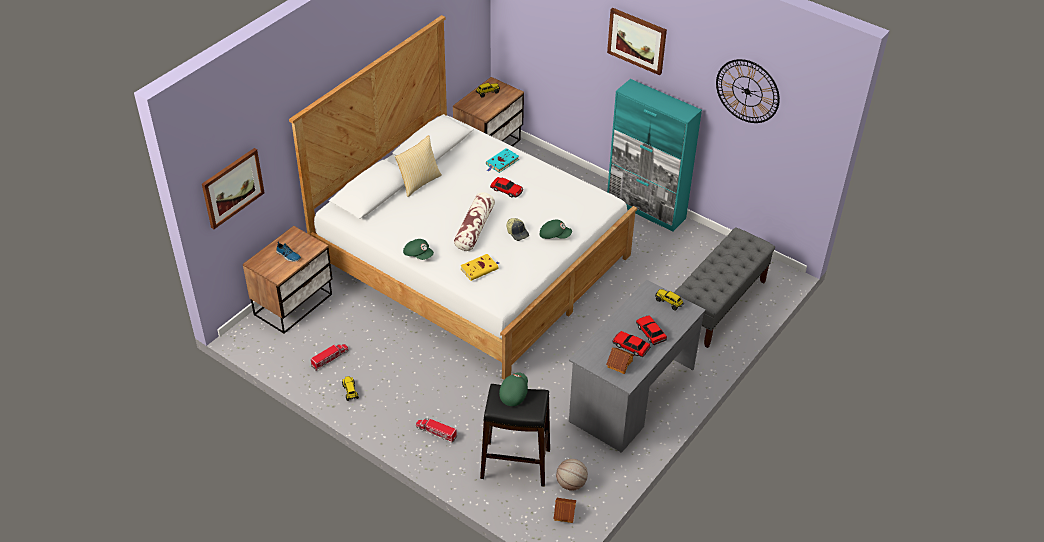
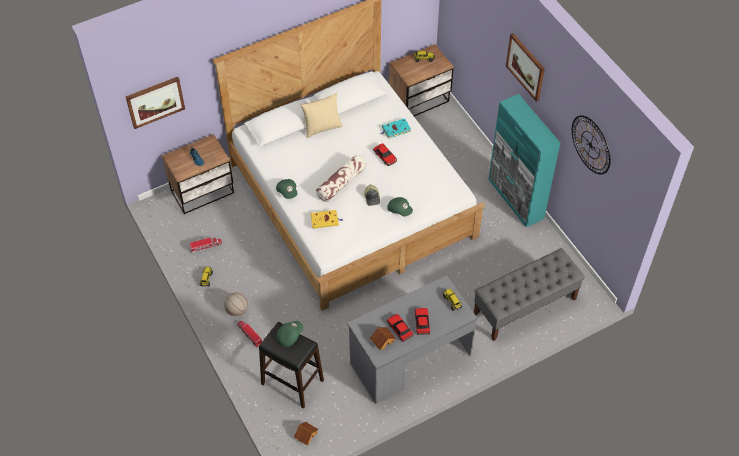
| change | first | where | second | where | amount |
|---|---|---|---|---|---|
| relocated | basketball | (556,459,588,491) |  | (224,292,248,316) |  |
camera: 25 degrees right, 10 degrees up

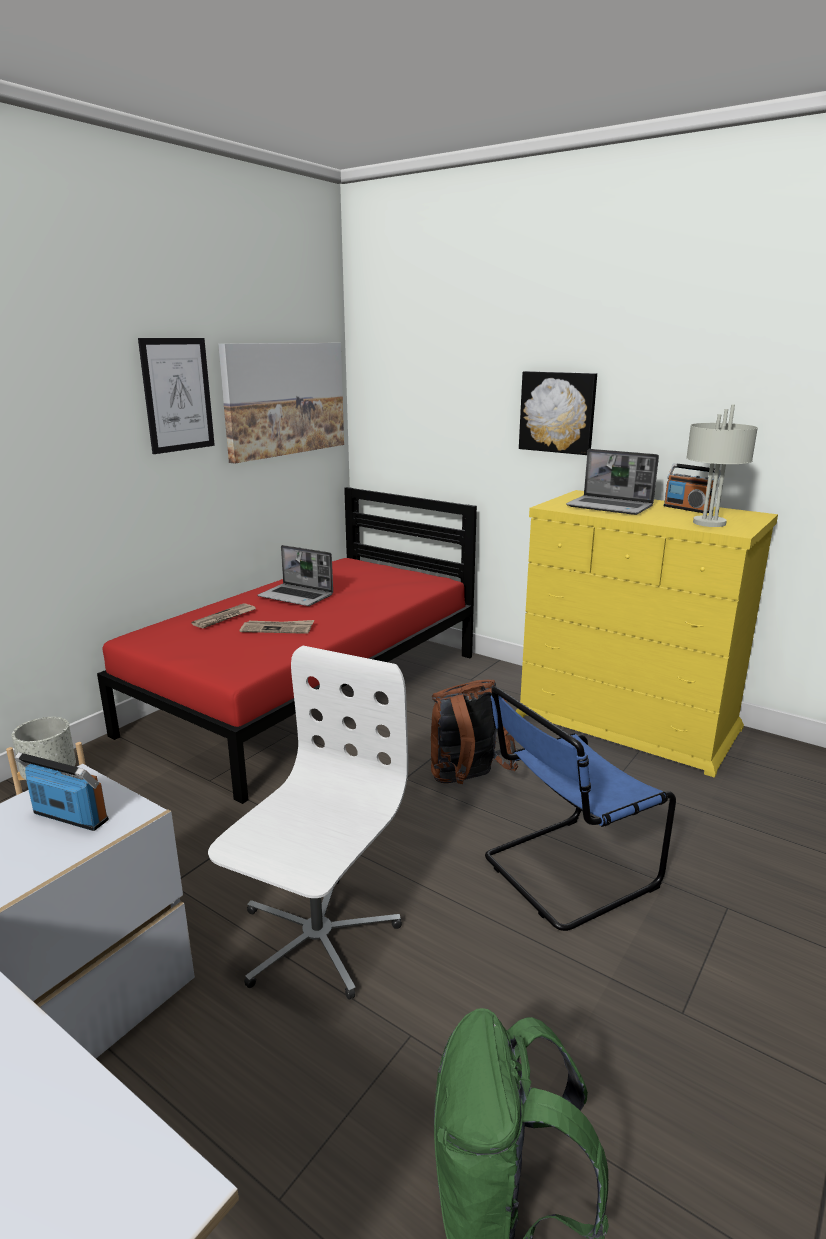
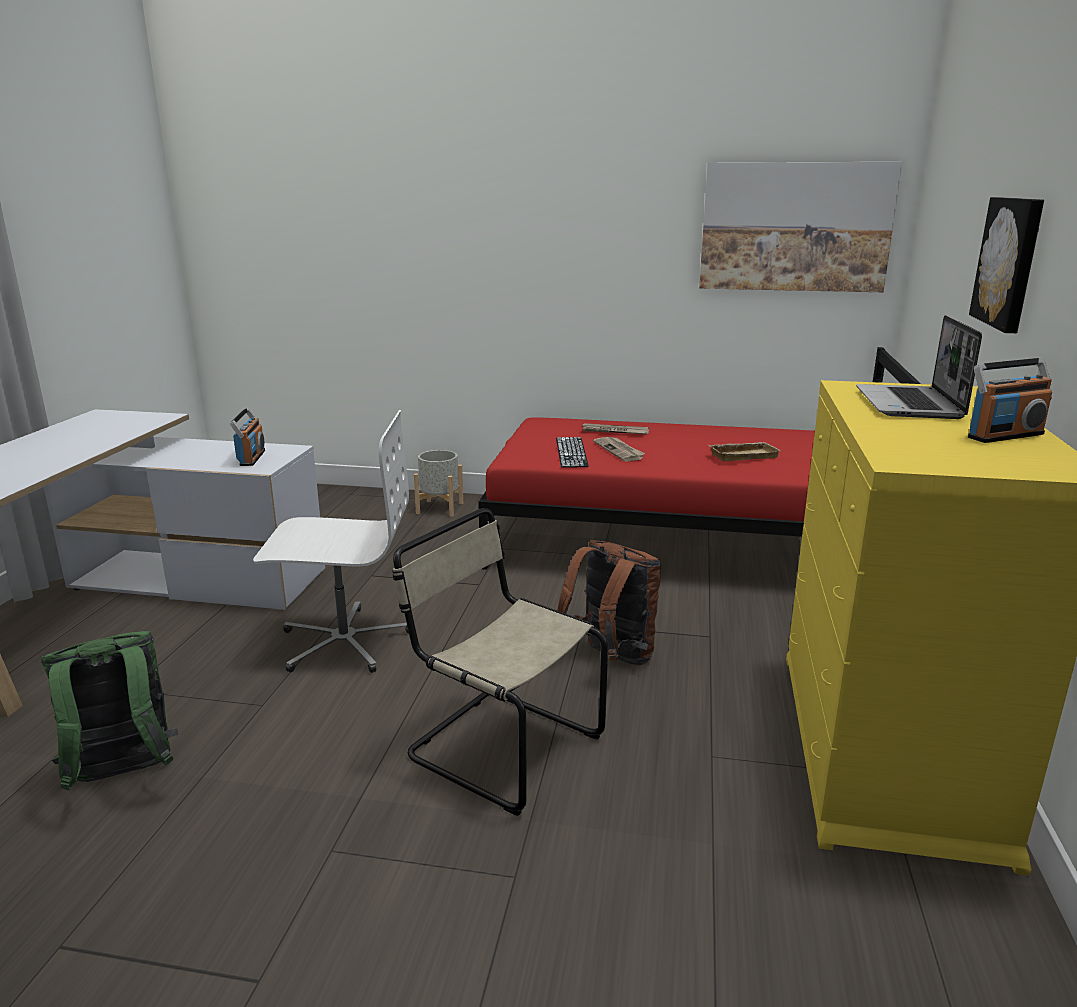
| change | first | where | second | where | amount |
|---|---|---|---|---|---|
| colour | blue chair | (485,686,676,931) | beige chair | (392,508,608,816) |  |
| appeared |  |  | keyboard | (556,437,589,468) |  |
| appeared |  |  | beige tray | (709,442,781,461) |  |
| spun | radio | (664,463,721,513) |  | (968,358,1052,443) | 135 degrees counterclockwise |
| missing | picture | (138,338,215,454) |  |  |  |
| missing | laptop | (258,545,333,606) |  |  |  |
| missing | grey table lamp | (686,404,758,527) |  |  |  |
camera: 65 degrees right, 0 degrees up

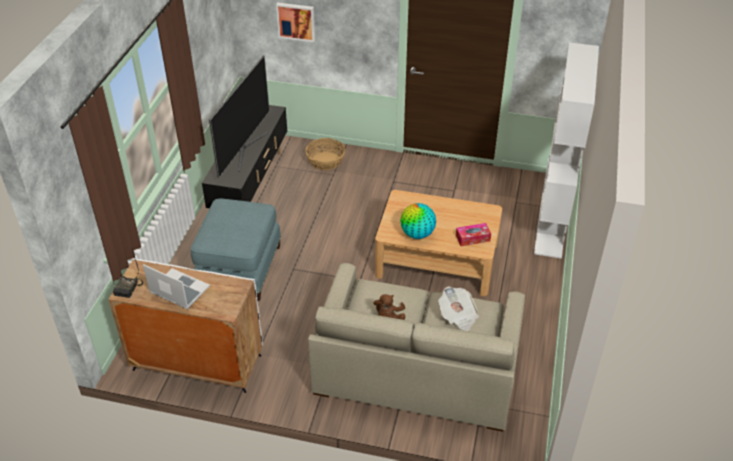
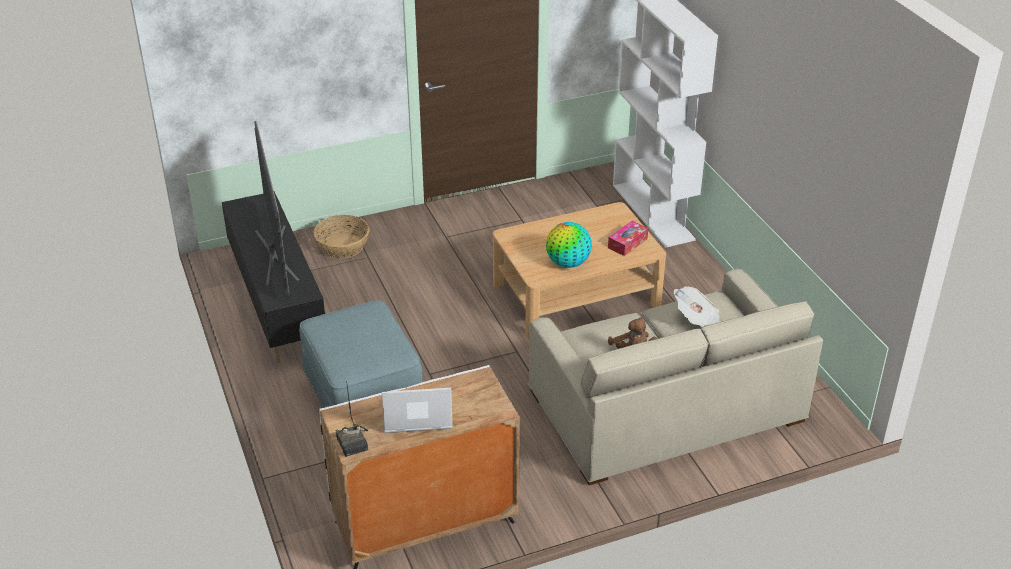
| change | first | where | second | where | amount |
|---|---|---|---|---|---|
| missing | picture | (276,3,315,42) |  |  |  |
camera: 35 degrees left, 5 degrees down

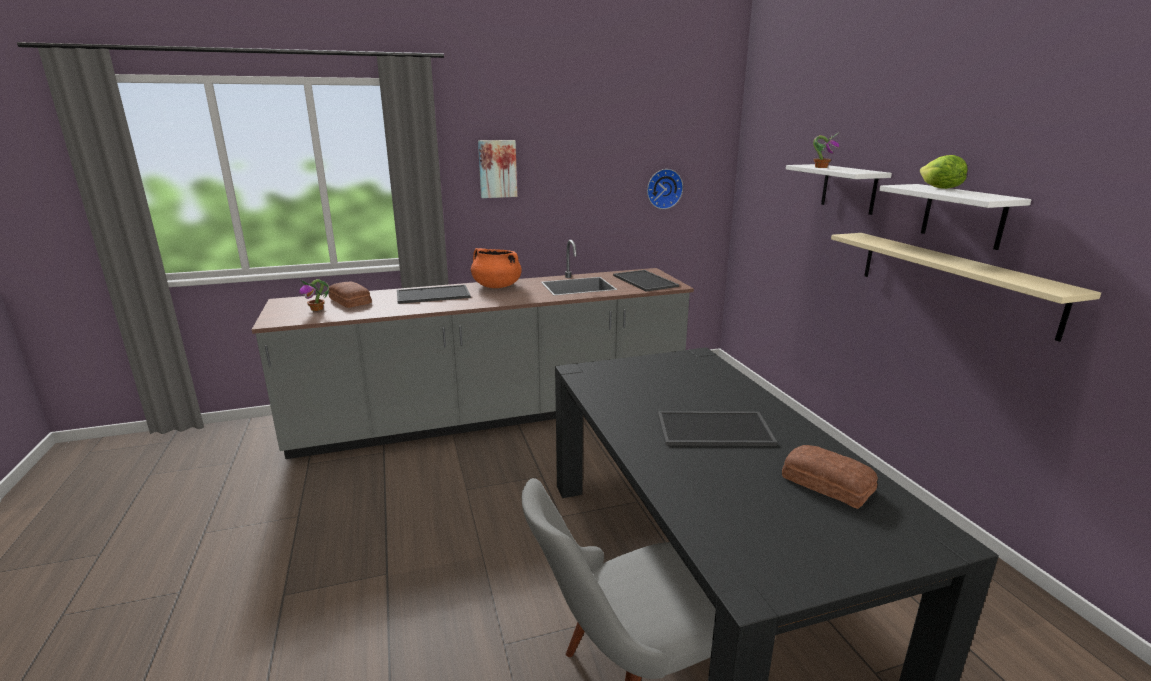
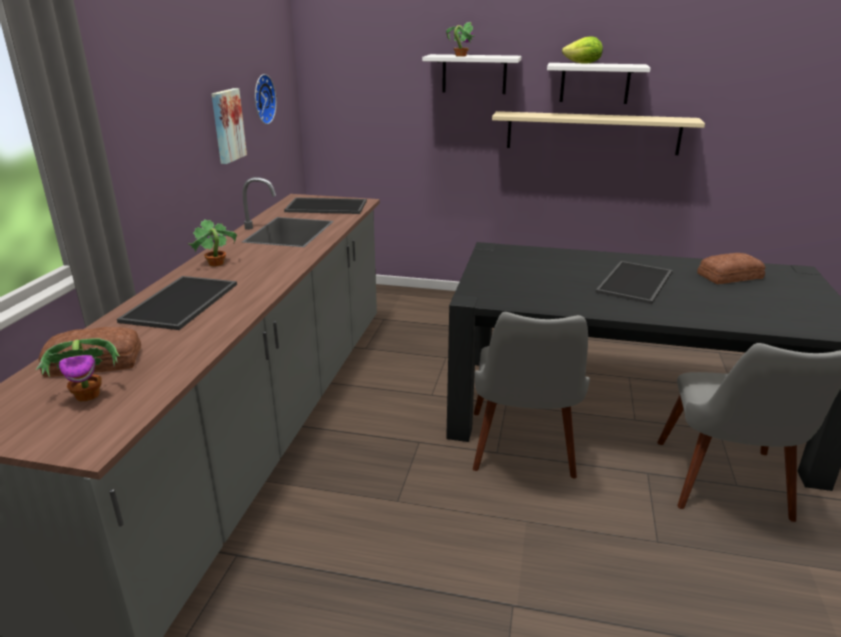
| change | first | where | second | where | amount |
|---|---|---|---|---|---|
| exchanged | orange cooking pot | (471,248,522,288) | potted plant | (187,219,237,267) |  |
| relocated | picture | (478,140,517,198) |  | (211,88,247,164) |  |
| appeared |  |  | grey chair | (473,312,590,478) |  |
camera: 60 degrees left, 5 degrees up

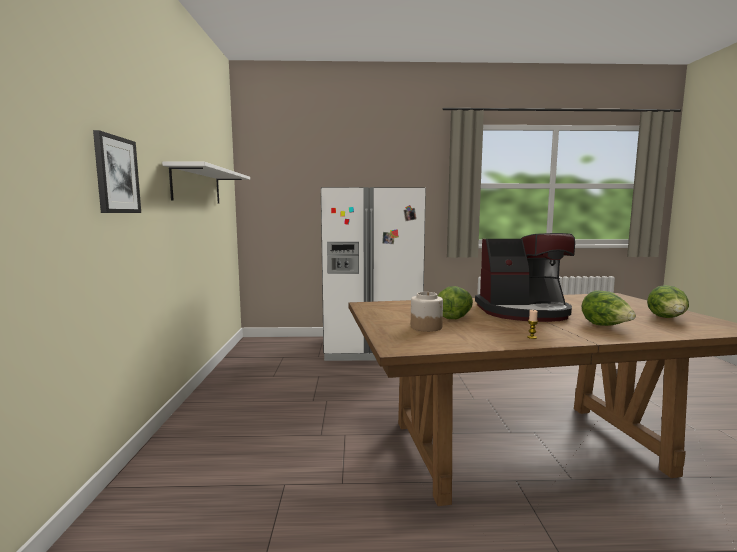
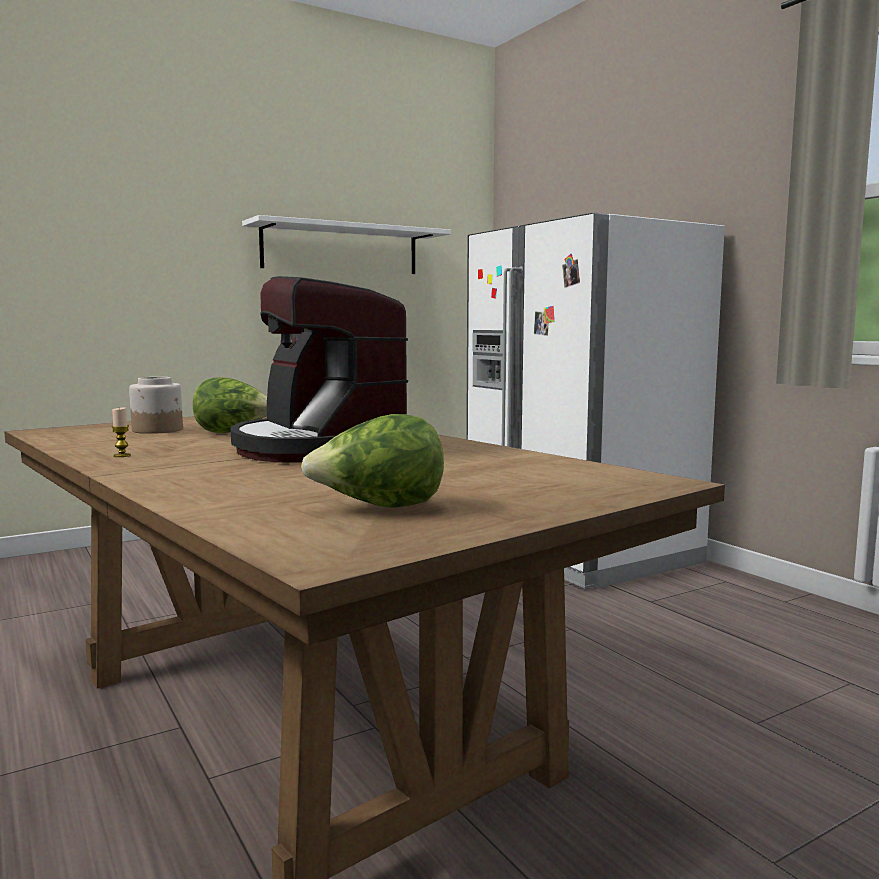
| change | first | where | second | where | amount |
|---|---|---|---|---|---|
| missing | picture | (93,130,141,213) |  |  |  |
| missing | lettuce | (582,290,636,326) |  |  |  |
camera: 60 degrees right, 0 degrees up

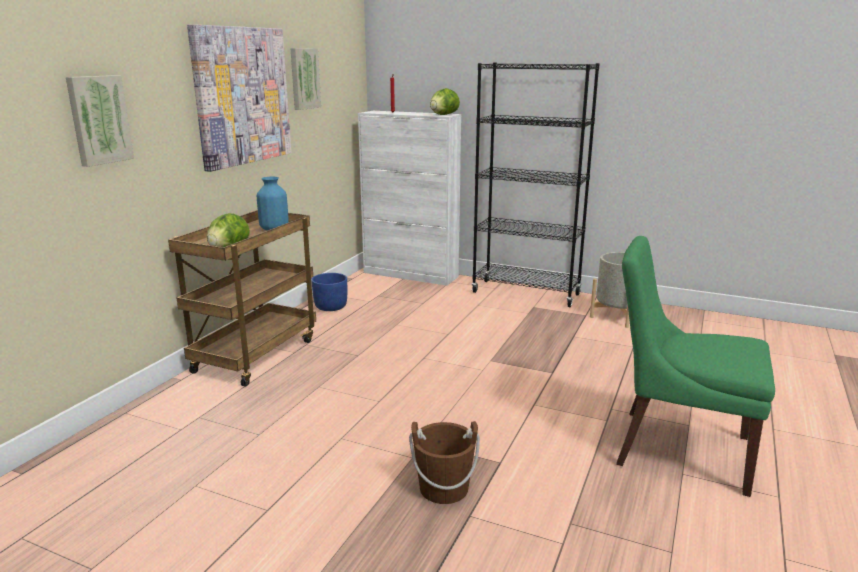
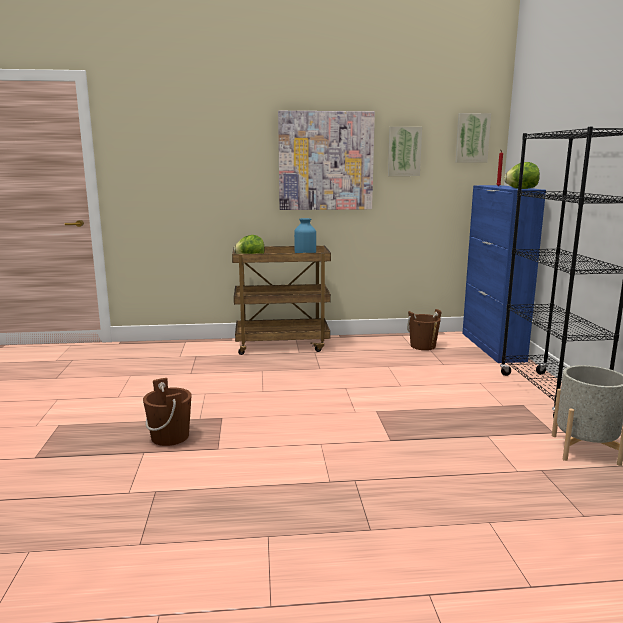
| change | first | where | second | where | amount |
|---|---|---|---|---|---|
| appeared |  |  | brown bucket | (407,309,442,350) |  |
| relocated | picture | (66,75,134,167) |  | (455,113,491,163) |  |
| colour | white cabinet | (358,111,461,286) | blue cabinet | (462,185,546,363) |  |
| missing | blue planter | (311,273,347,311) |  |  |  |
| missing | green chair | (616,236,775,497) |  |  |  |
camera: 60 degrees right, 5 degrees down

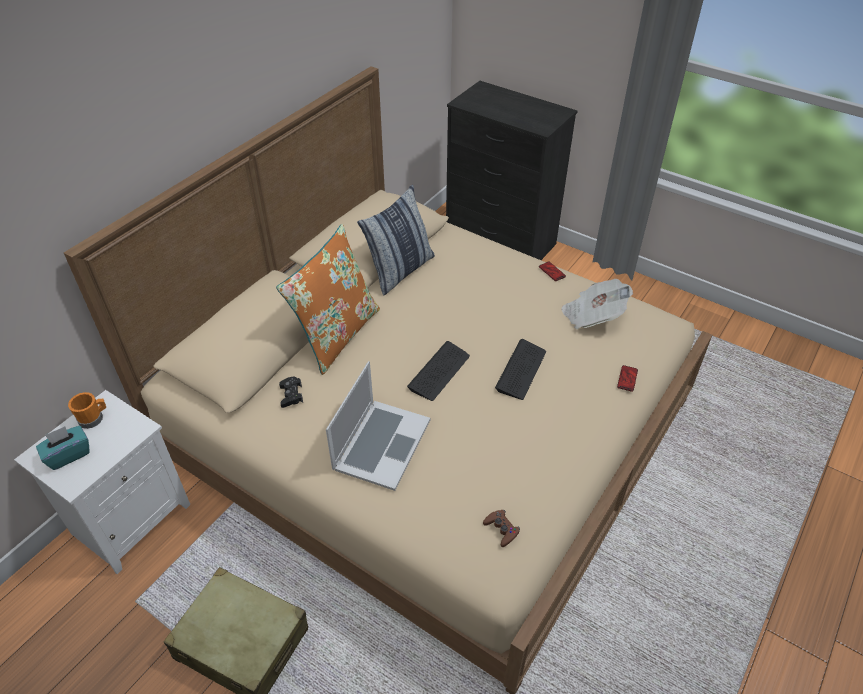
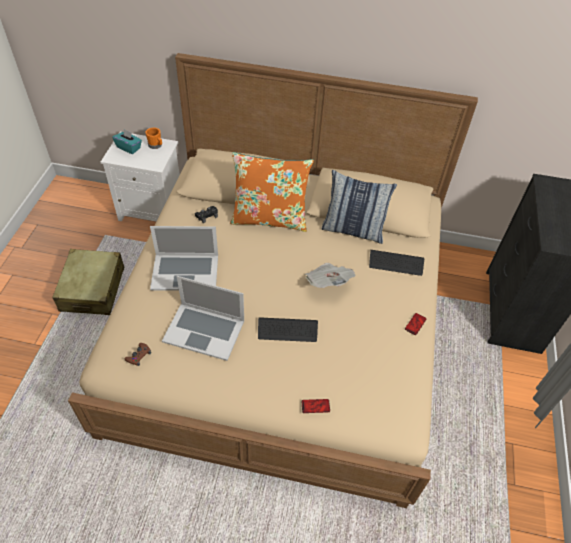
| change | first | where | second | where | amount |
|---|---|---|---|---|---|
| appeared |  |  | laptop | (162,276,244,361) |  |
| relocated | newspaper | (561,279,633,329) |  | (305,263,356,288) |  |
| relocated | keyboard | (407,341,470,401) |  | (369,250,424,276) |  |
camera: 65 degrees right, 5 degrees up

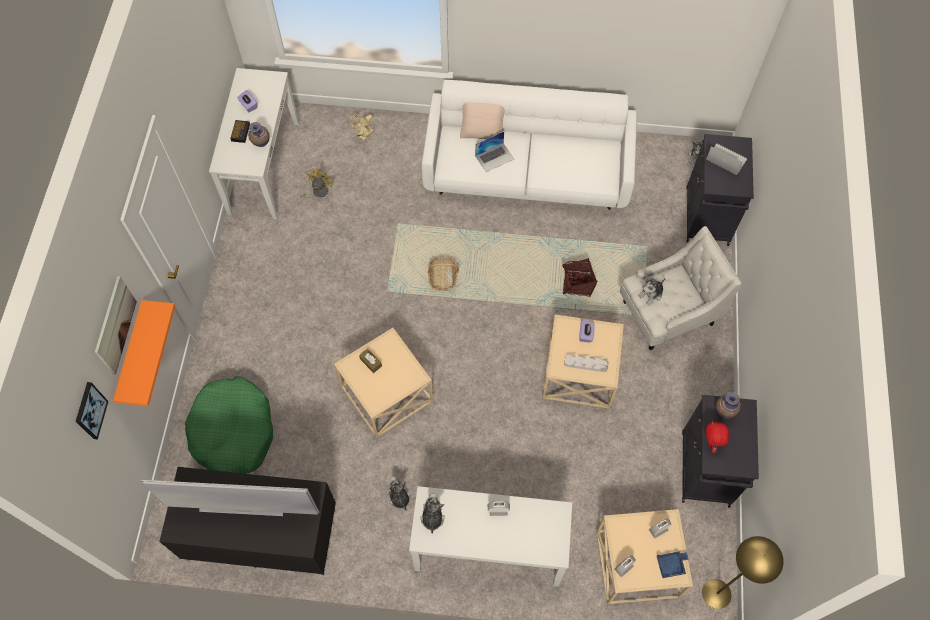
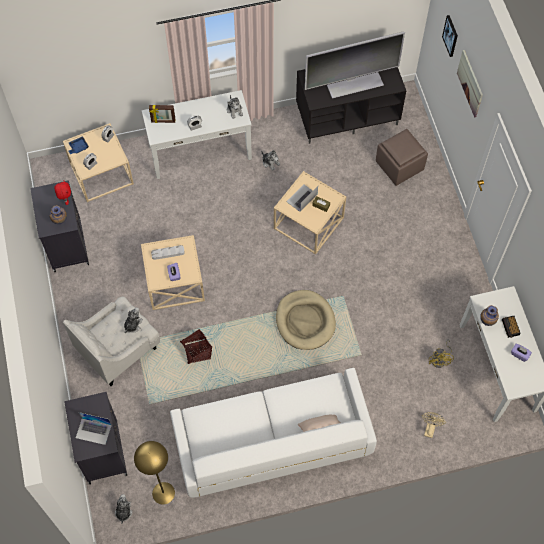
| change | first | where | second | where | amount |
|---|---|---|---|---|---|
| relocated | yellow floor lamp | (702,536,784,609) |  | (134,441,175,505) |  |
| appeared |  |  | picture frame | (149,105,175,123) |  |
| exchanged | basket | (428,257,459,291) | beige dog bed | (276,290,336,350) |  |
| relocated | laptop | (475,131,514,172) |  | (286,184,318,212) |  |
| exchanged | green dog bed | (185,376,273,474) | brown ottoman | (376,129,428,186) |  |
| missing | orange shelf | (113,300,175,406) |  |  |  |
camera: 160 degrees right, 0 degrees up

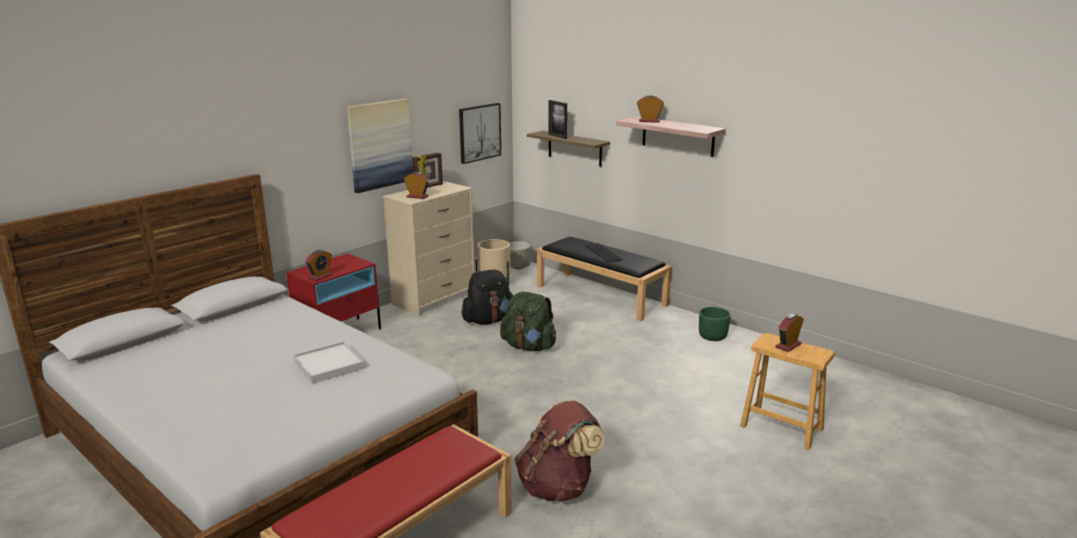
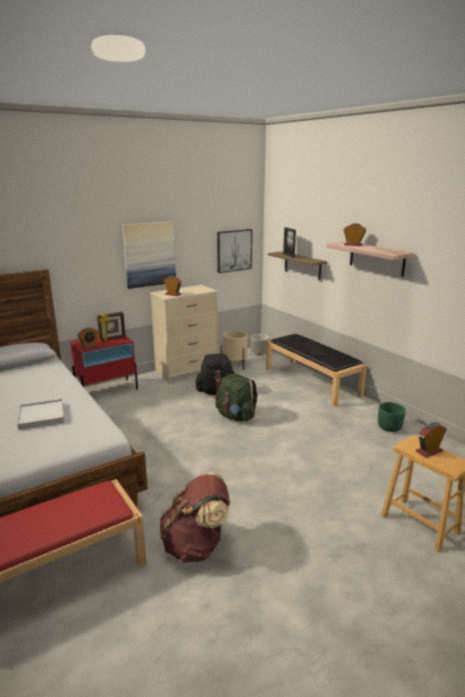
| change | first | where | second | where | amount |
|---|---|---|---|---|---|
| relocated | picture frame | (412,153,443,188) |  | (97,312,126,341) |  |
camera: 15 degrees right, 0 degrees up

